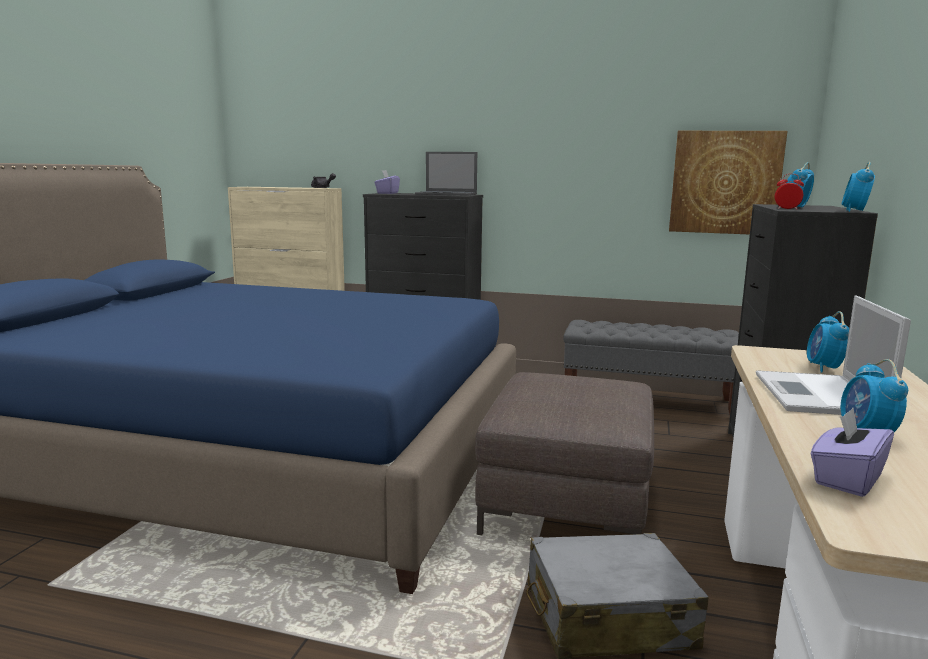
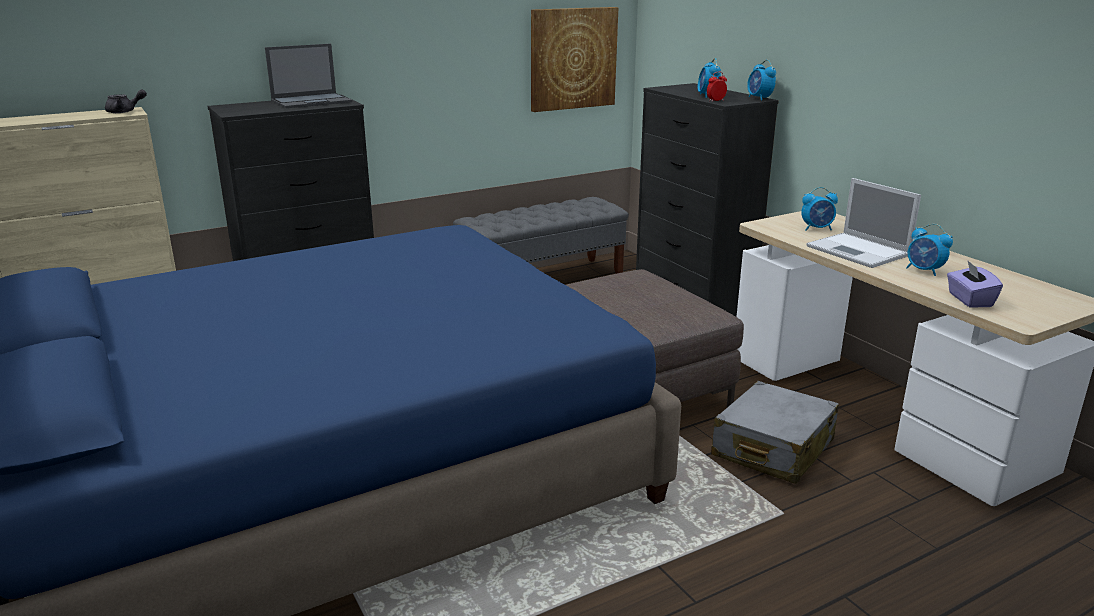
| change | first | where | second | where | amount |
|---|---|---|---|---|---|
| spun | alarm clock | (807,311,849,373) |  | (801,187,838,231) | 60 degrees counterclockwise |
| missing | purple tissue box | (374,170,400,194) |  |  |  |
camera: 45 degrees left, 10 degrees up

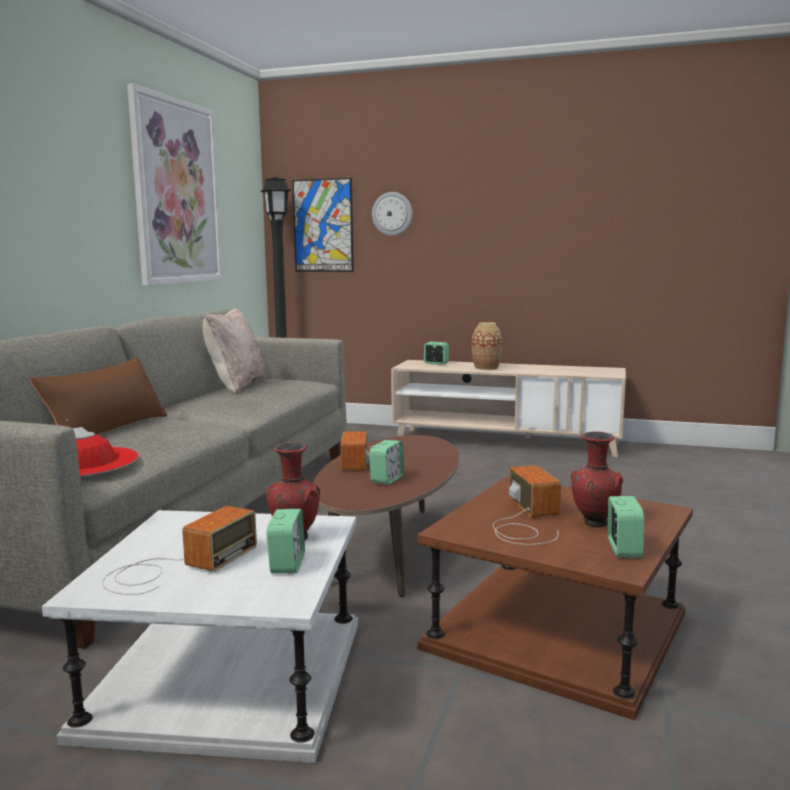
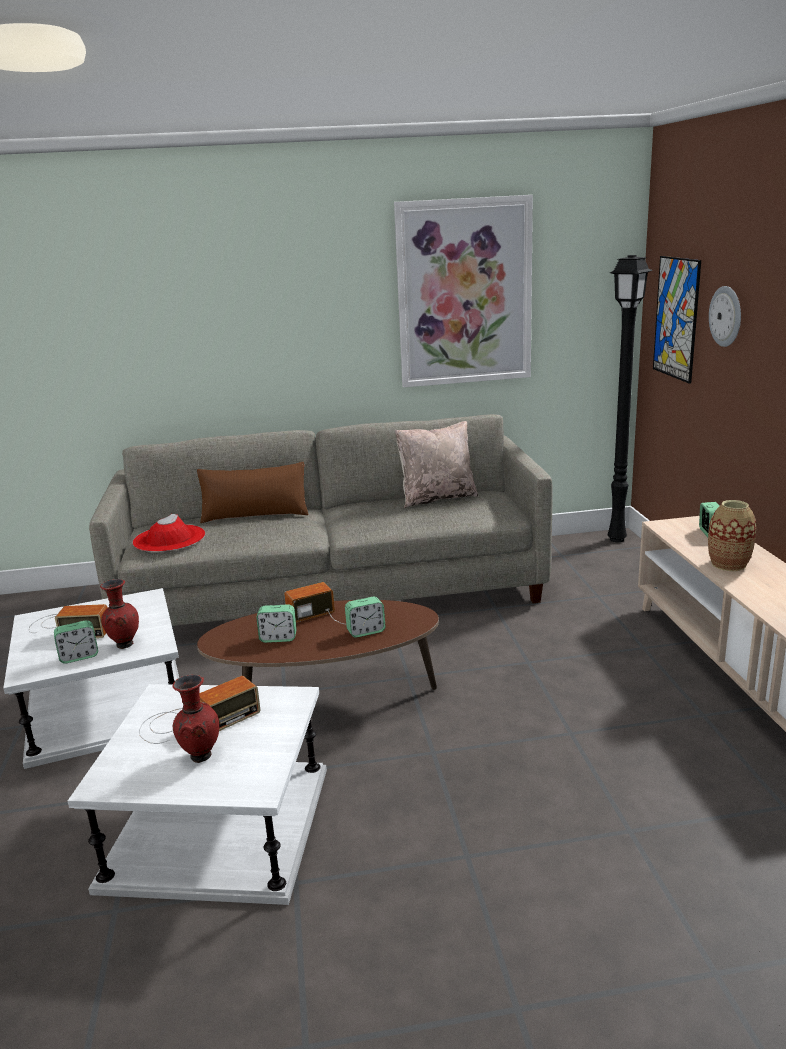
| change | first | where | second | where | amount |
|---|---|---|---|---|---|
| colour | brown side table | (417,477,693,720) | white side table | (68,684,327,905) |  |
| relocated | alarm clock | (608,496,644,558) |  | (345,597,385,638) |  |
camera: 65 degrees right, 10 degrees up

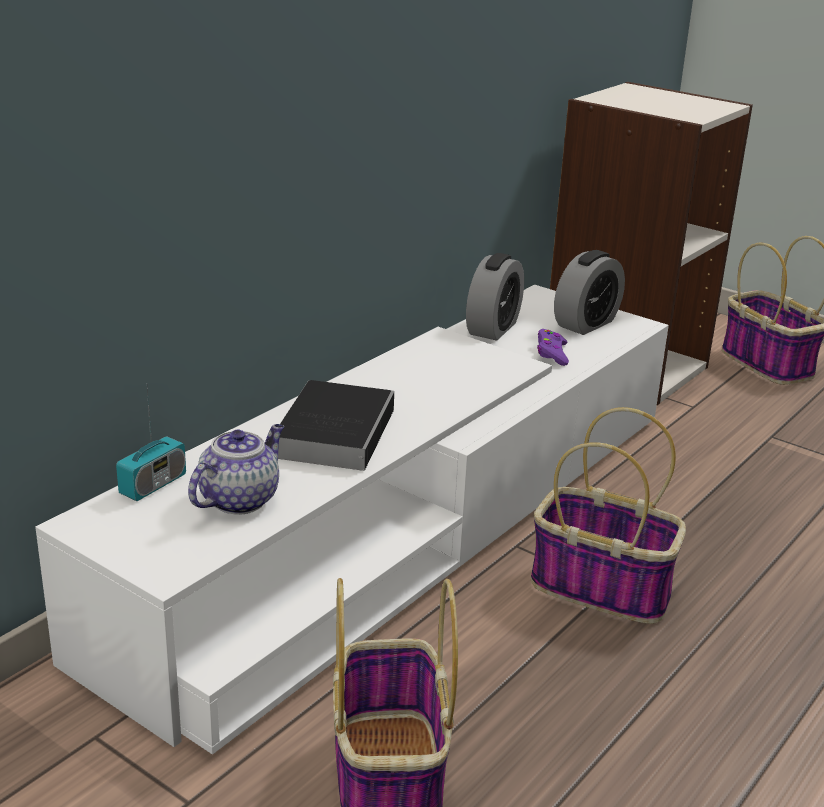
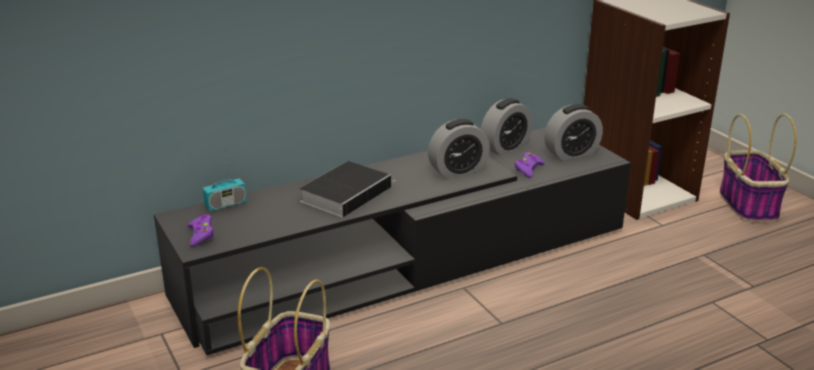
| change | first | where | second | where | amount |
|---|---|---|---|---|---|
| colour | white tv stand | (35,285,669,754) | black tv stand | (154,127,631,355) |  |
| appeared |  |  | purple game controller | (187,214,214,247) |  |
| appeared |  |  | alarm clock | (428,119,490,179) |  |
| missing | teapot | (188,424,284,515) |  |  |  |
| missing | basket | (531,407,686,624) |  |  |  |
camera: 25 degrees right, 0 degrees up

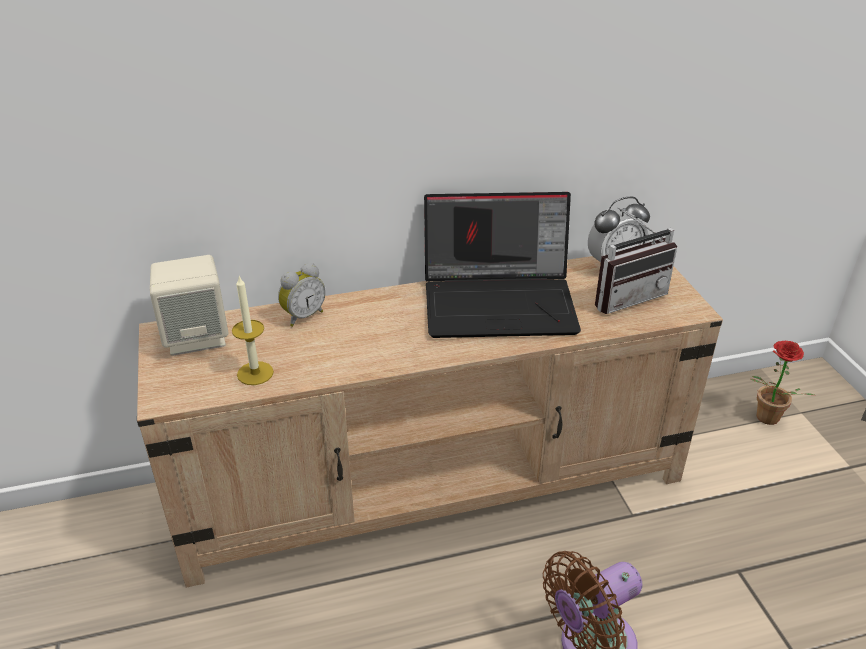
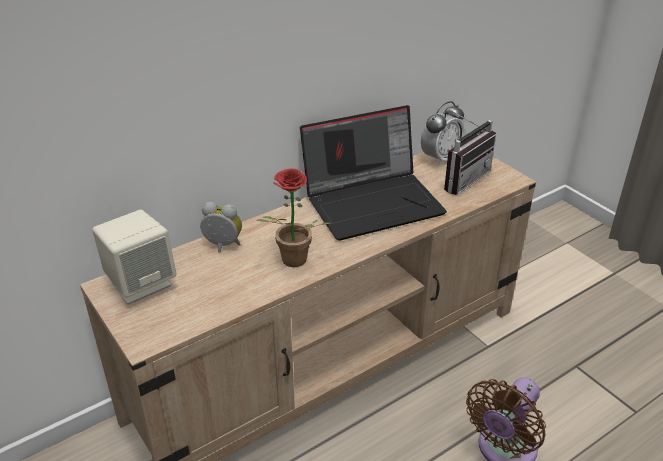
| change | first | where | second | where | amount |
|---|---|---|---|---|---|
| spun | alarm clock | (278,263,325,327) |  | (200,202,242,253) | 105 degrees counterclockwise |
| relocated | potted plant | (751,341,814,425) |  | (256,169,330,267) |  |
| missing | candle | (232,276,274,385) |  |  |  |
camera: 20 degrees left, 0 degrees up

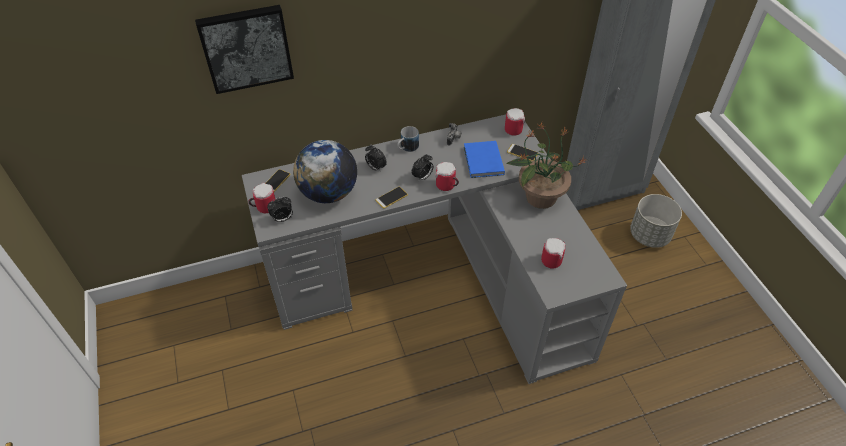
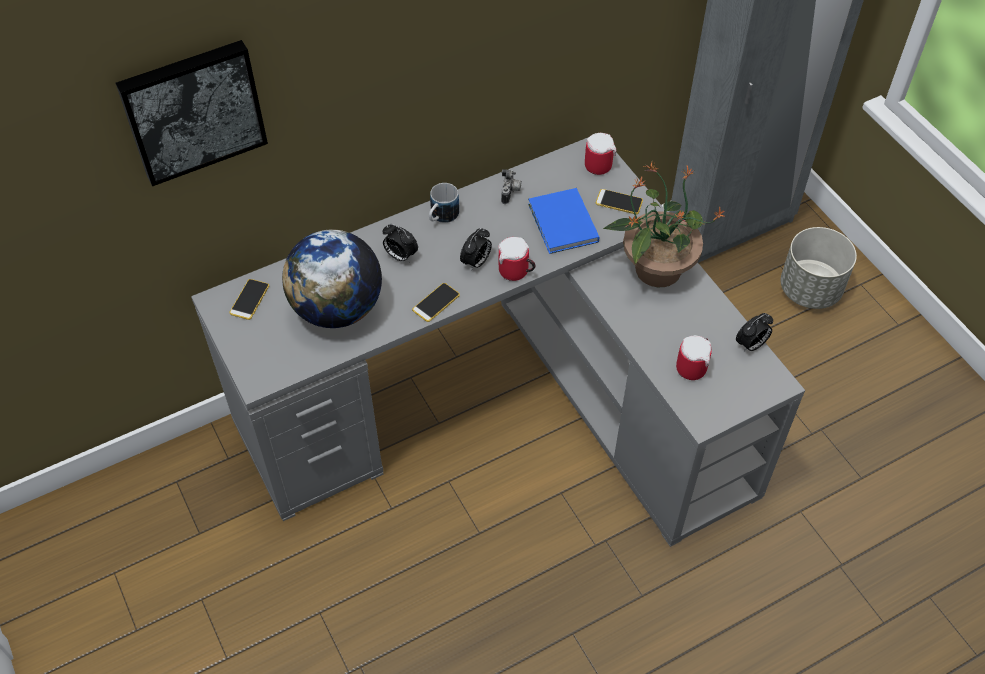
| change | first | where | second | where | amount |
|---|---|---|---|---|---|
| relocated | alarm clock | (267,197,293,222) |  | (736,313,773,351) |  |
| missing | mug | (248,183,276,213) |  |  |  |
camera: 10 degrees left, 5 degrees up

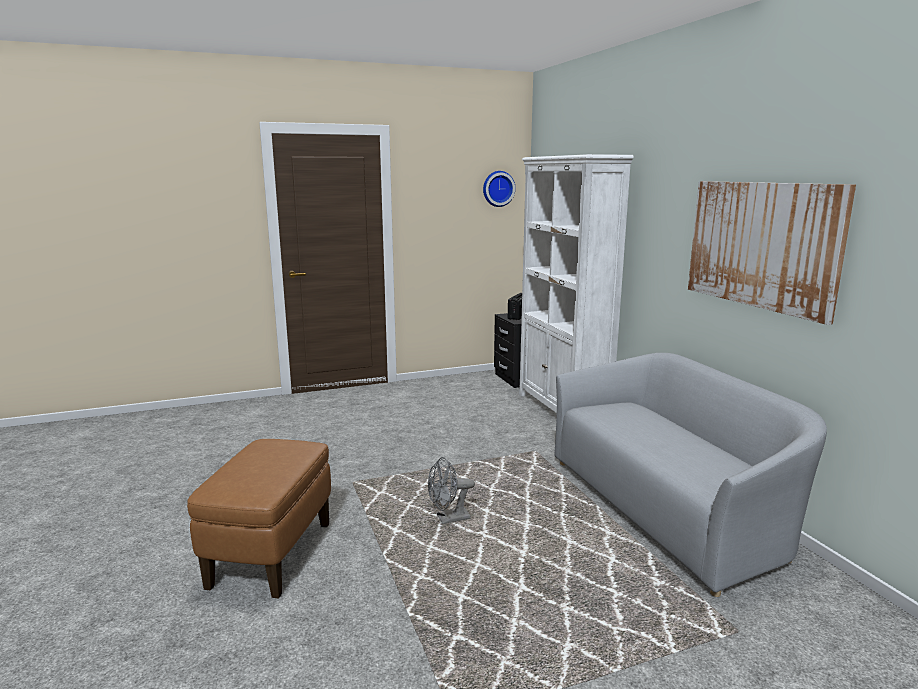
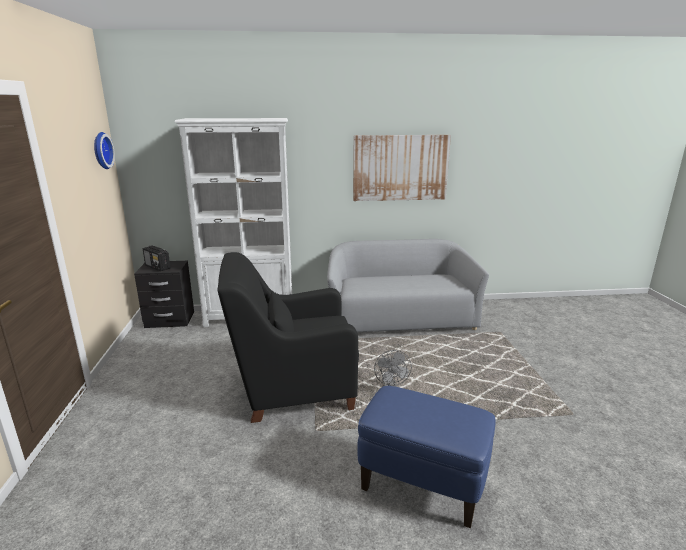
| change | first | where | second | where | amount |
|---|---|---|---|---|---|
| appeared |  |  | black armchair | (218,252,359,423) |  |
| colour | brown ottoman | (187,439,331,599) | blue ottoman | (357,386,495,528) |  |
camera: 75 degrees left, 5 degrees up

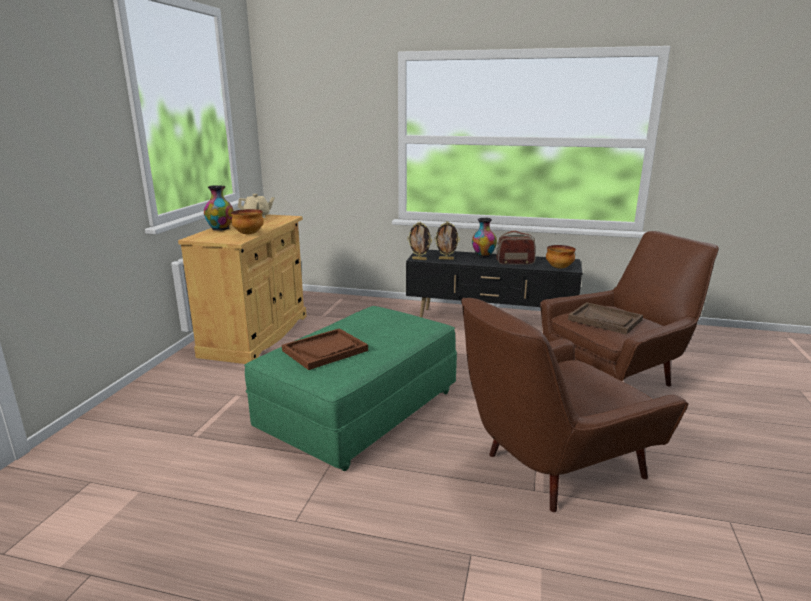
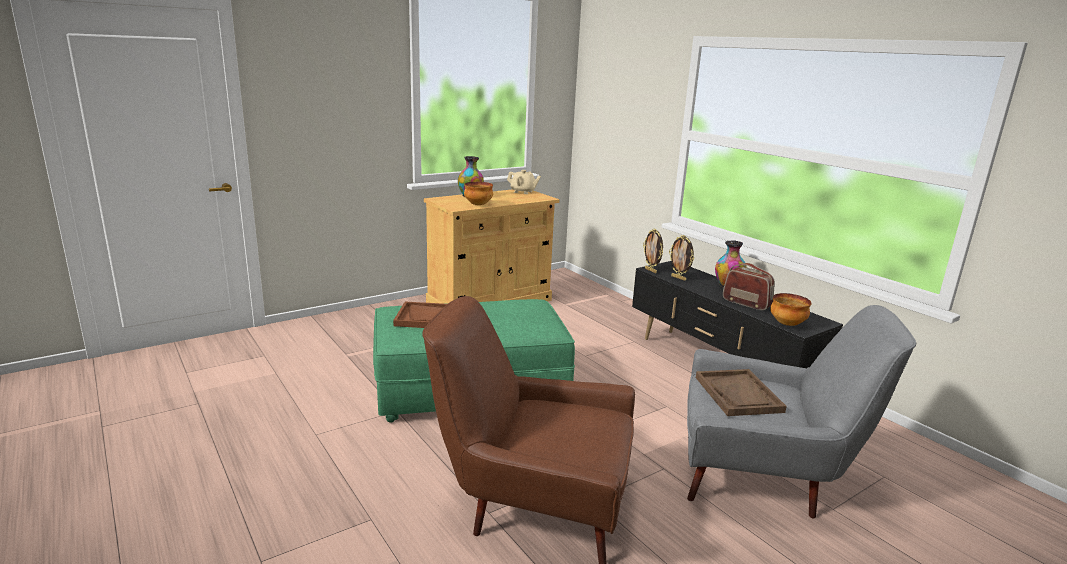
| change | first | where | second | where | amount |
|---|---|---|---|---|---|
| colour | brown armchair | (540,231,719,387) | grey armchair | (687,305,916,518) |  |
camera: 40 degrees right, 0 degrees up

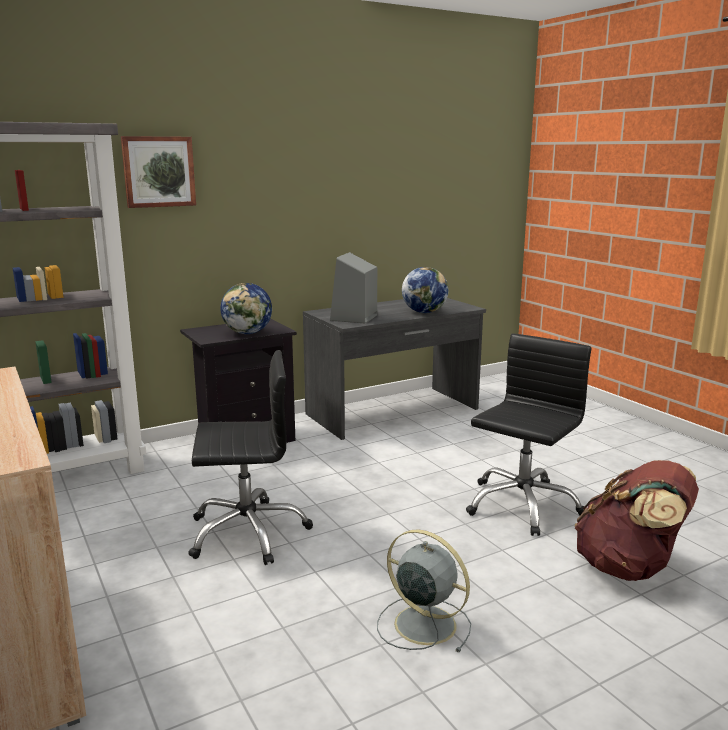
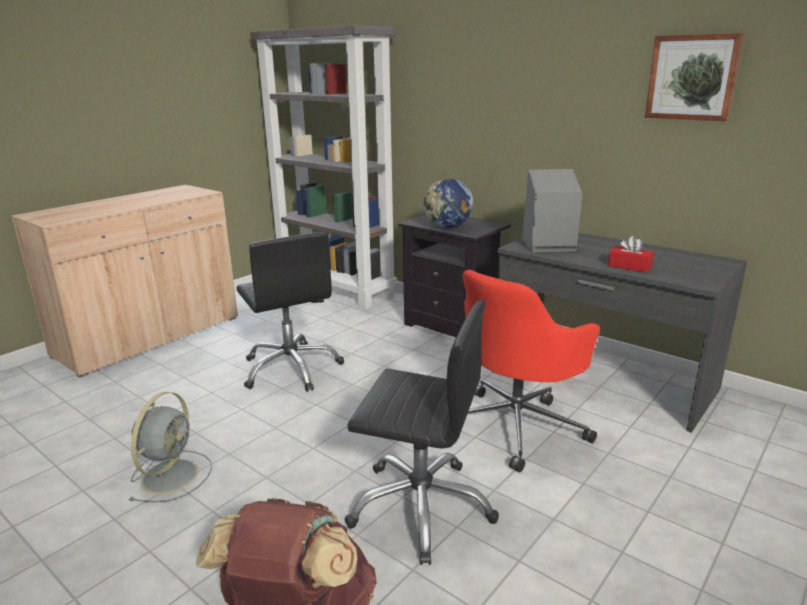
| change | first | where | second | where | amount |
|---|---|---|---|---|---|
| appeared |  |  | red office chair | (462,270,600,472) |  |
| exchanged | globe | (402,267,449,313) | red tissue box | (608,236,654,273) |  |
| relocated | picture | (121,136,196,208) |  | (645,33,744,121) |  |
camera: 70 degrees right, 5 degrees up

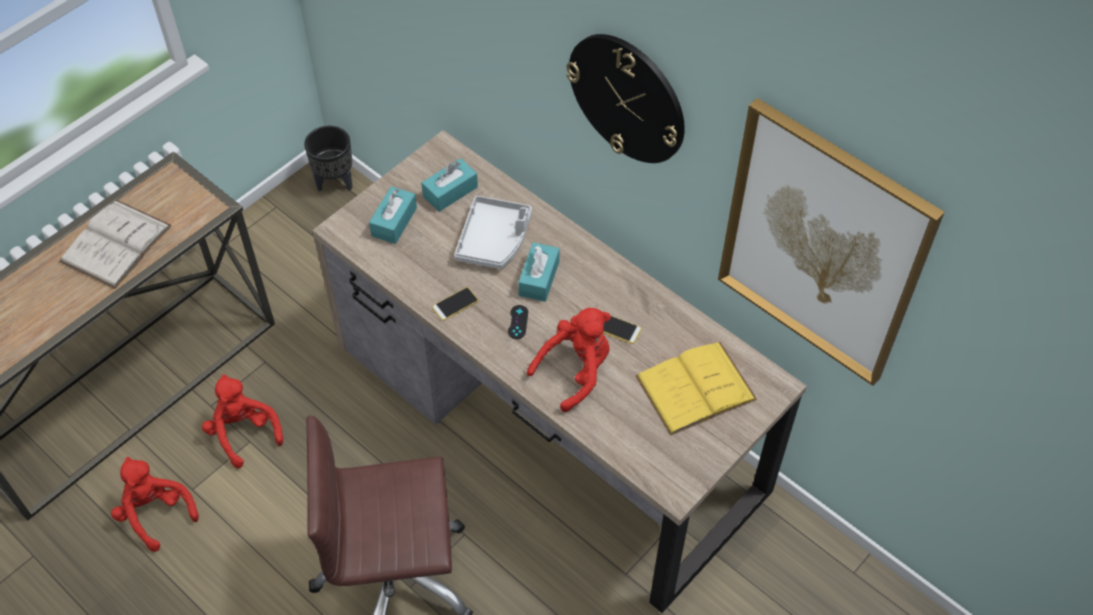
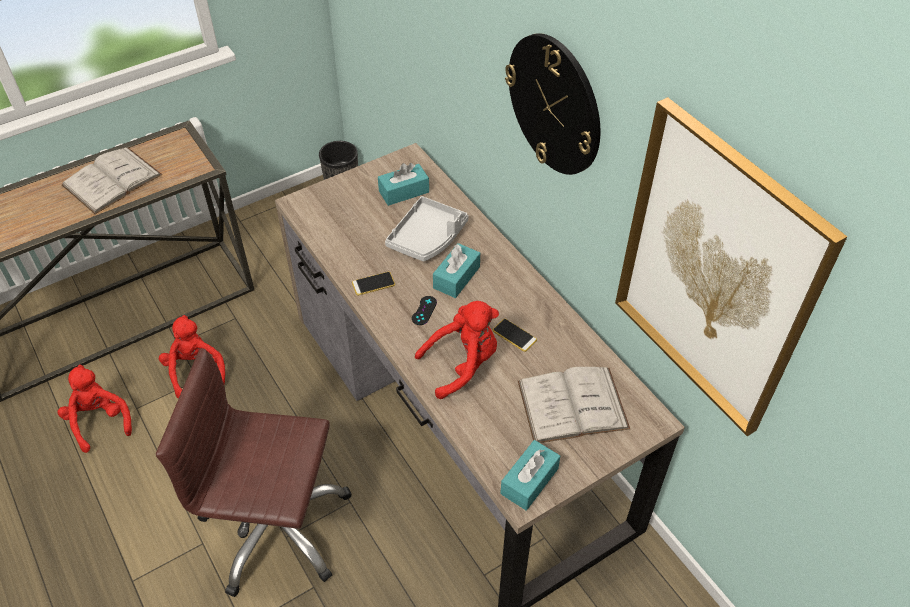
| change | first | where | second | where | amount |
|---|---|---|---|---|---|
| relocated | turquoise tissue box | (369,186,417,244) |  | (500,440,560,510) |  |
| colour | yellow book | (636,342,757,436) | white book | (518,367,630,443) |  |
camera: 15 degrees right, 5 degrees down

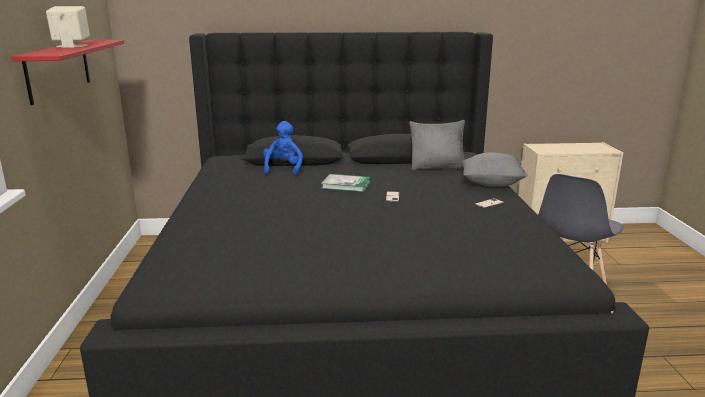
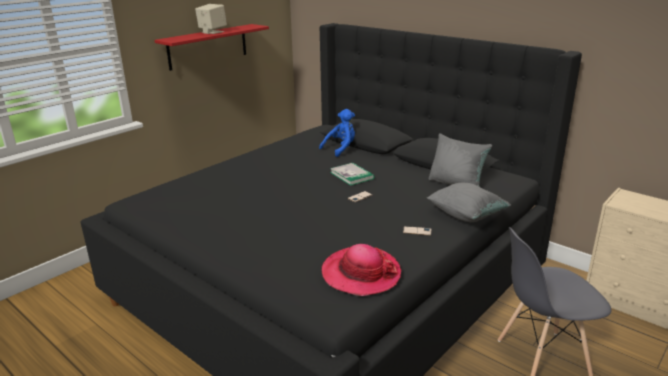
| change | first | where | second | where | amount |
|---|---|---|---|---|---|
| appeared |  |  | hat | (322,244,401,296) |  |
camera: 45 degrees right, 5 degrees up

